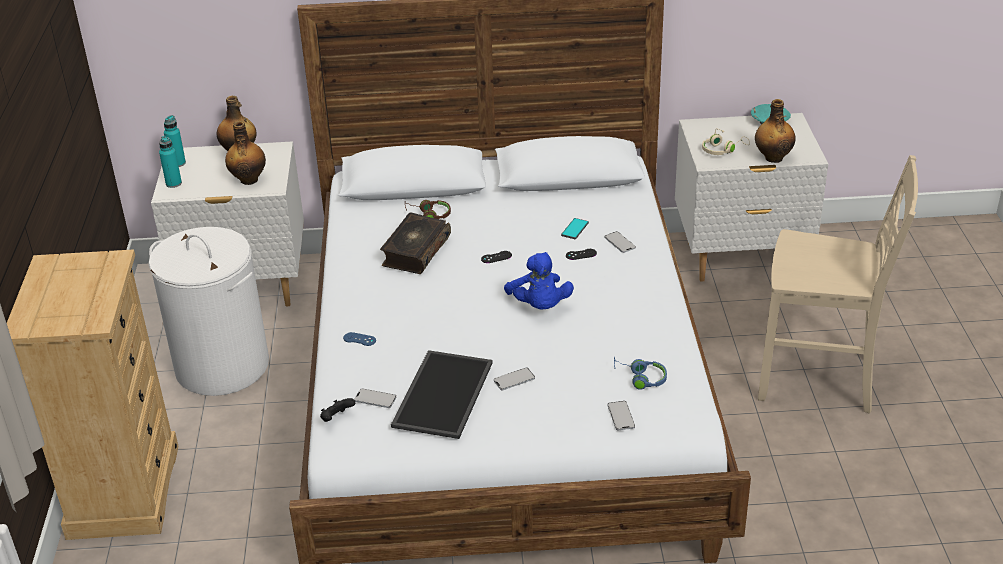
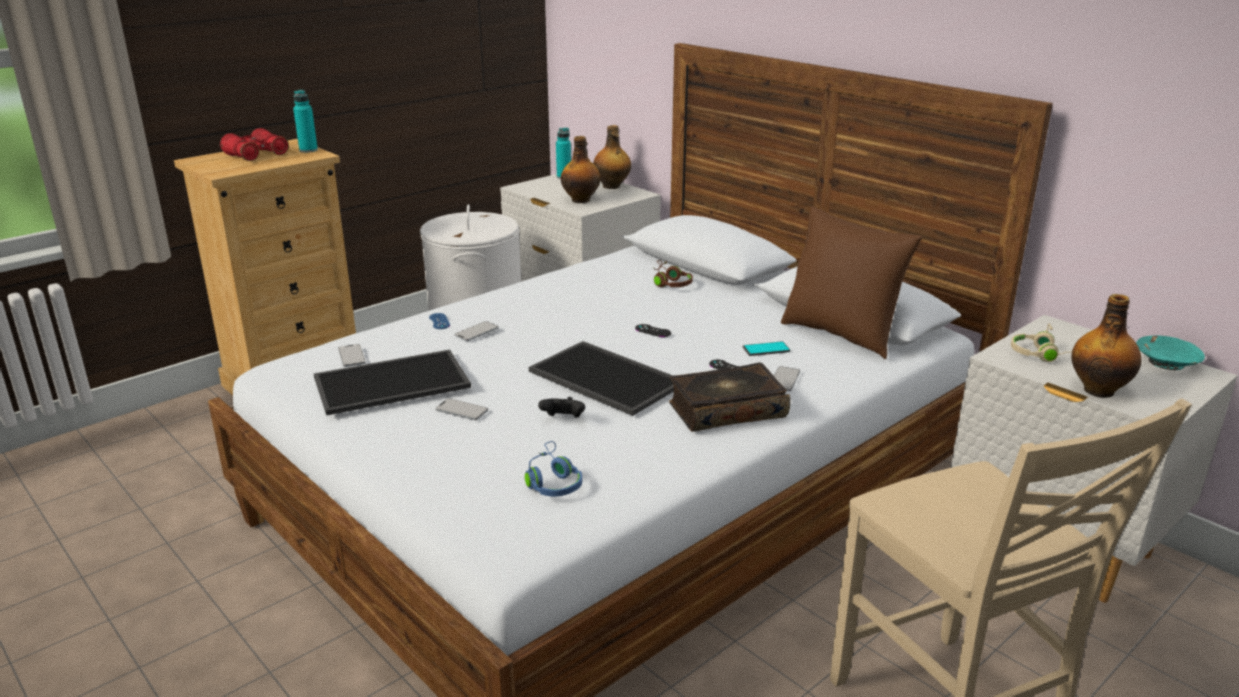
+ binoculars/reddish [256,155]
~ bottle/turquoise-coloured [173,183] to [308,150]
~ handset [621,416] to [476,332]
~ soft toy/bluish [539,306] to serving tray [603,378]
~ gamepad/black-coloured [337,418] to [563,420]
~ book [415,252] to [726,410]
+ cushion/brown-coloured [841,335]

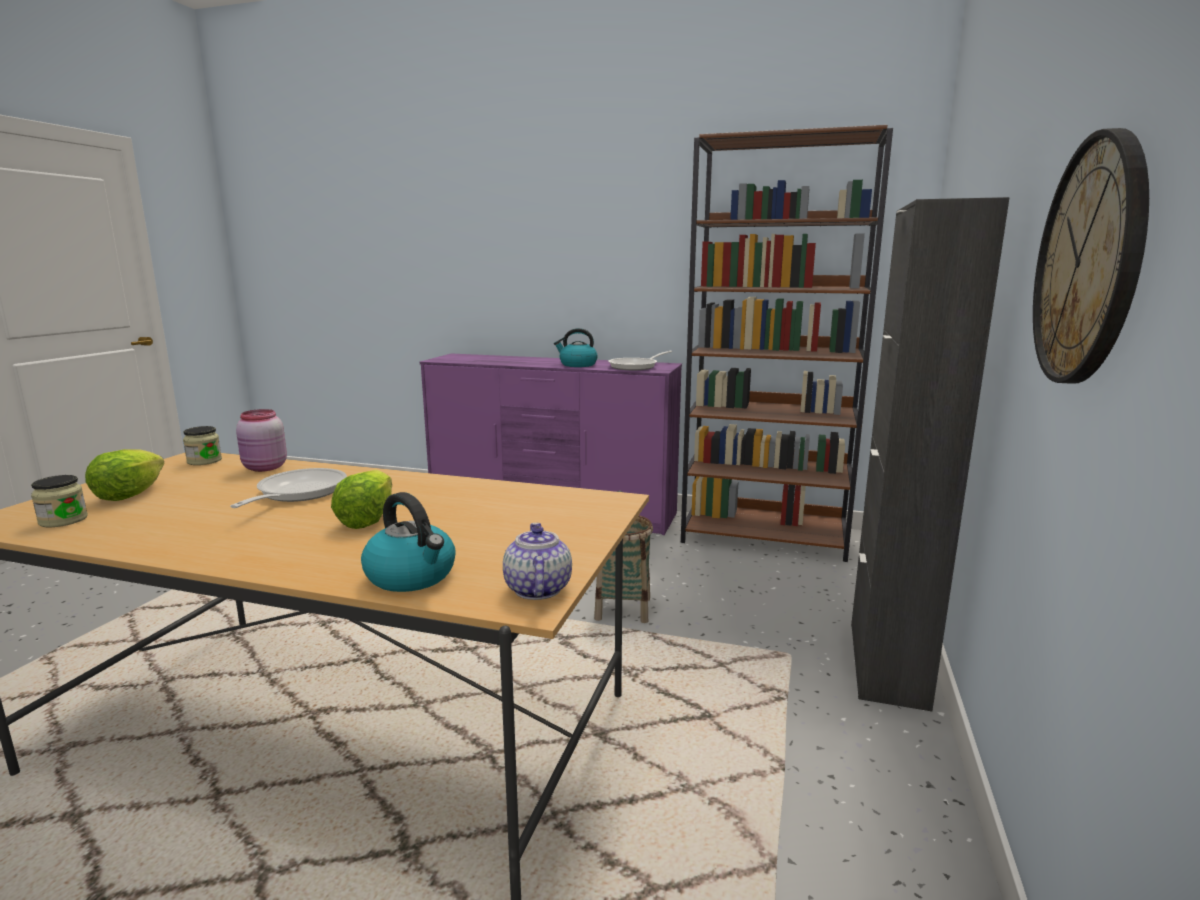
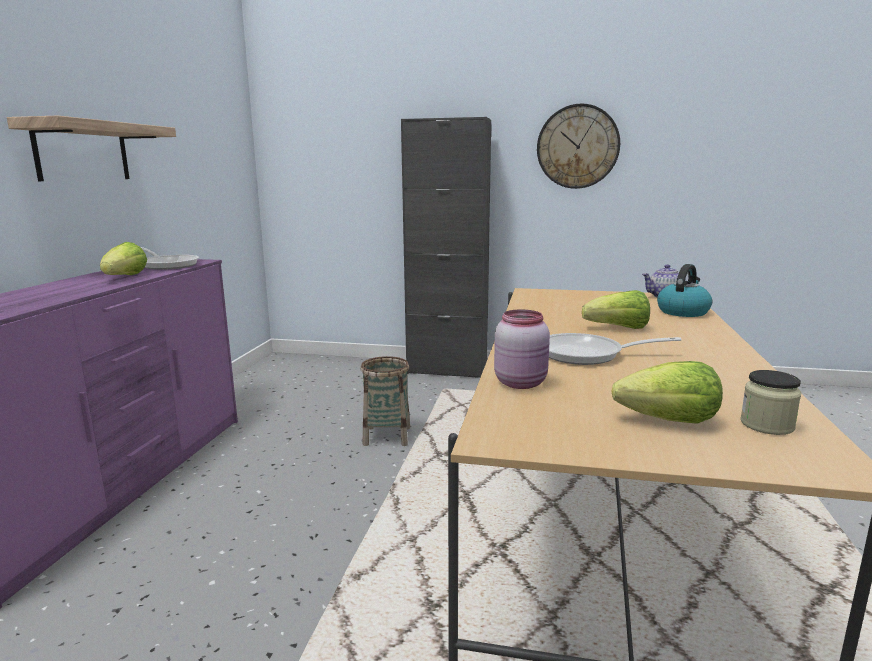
+ bracket shelf [82,152]
~ water kettle [577,365] to lettuce [125,277]
- preserve jar [204,461]
- shelving unit/brown-coloured [765,536]

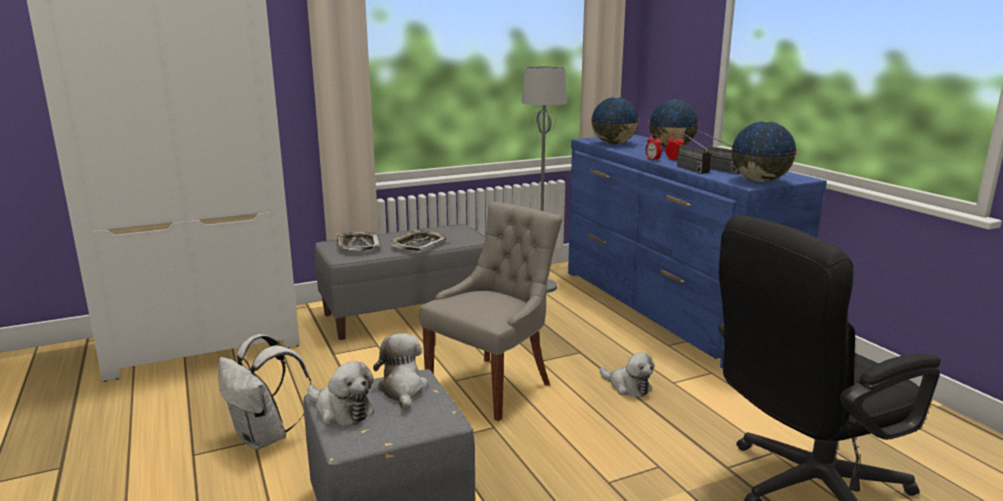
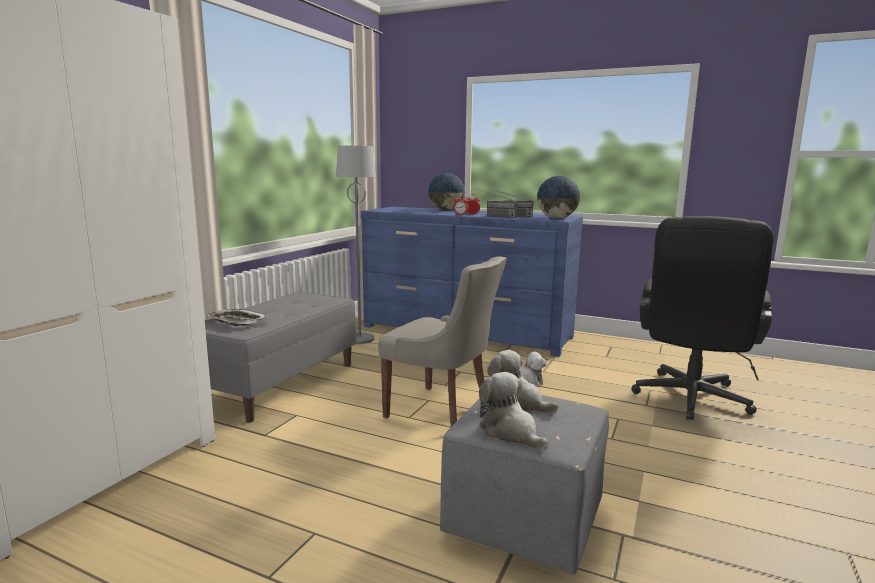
~ plain chair/greyish [492,385] = [441,411] 120 degrees clockwise
~ soft toy [341,411] = [510,432] 120 degrees counterclockwise
- knapsack/white-coloured [265,437]
- serving tray [418,244]
- desk globe [614,144]

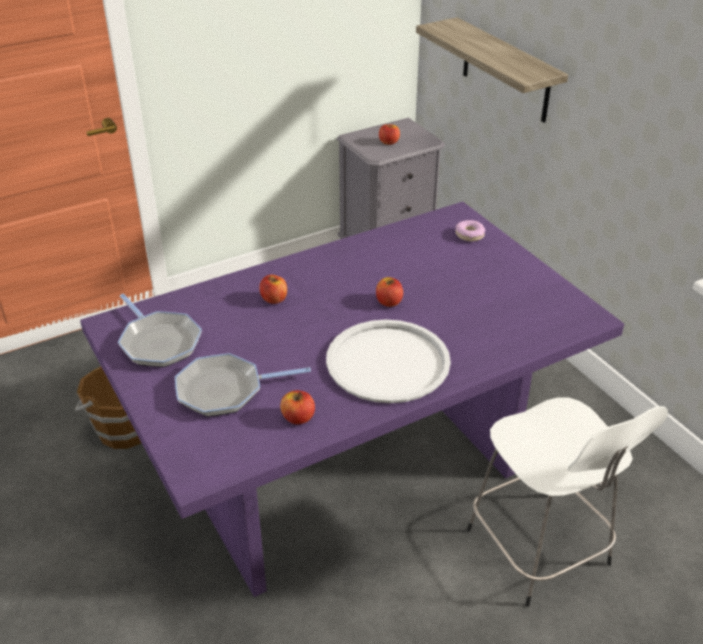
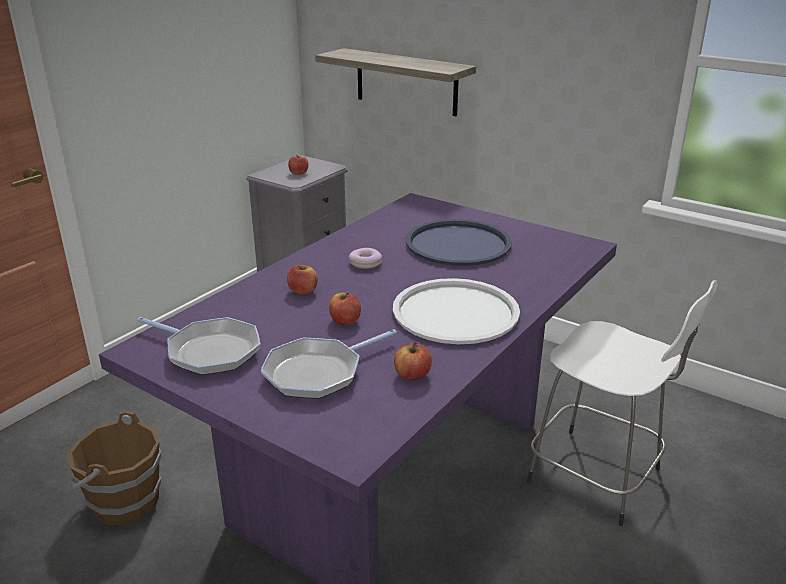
~ whole apple [389,302] to [345,321]
~ ring doughnut [469,235] to [365,263]
+ serving tray/bluish [458,244]

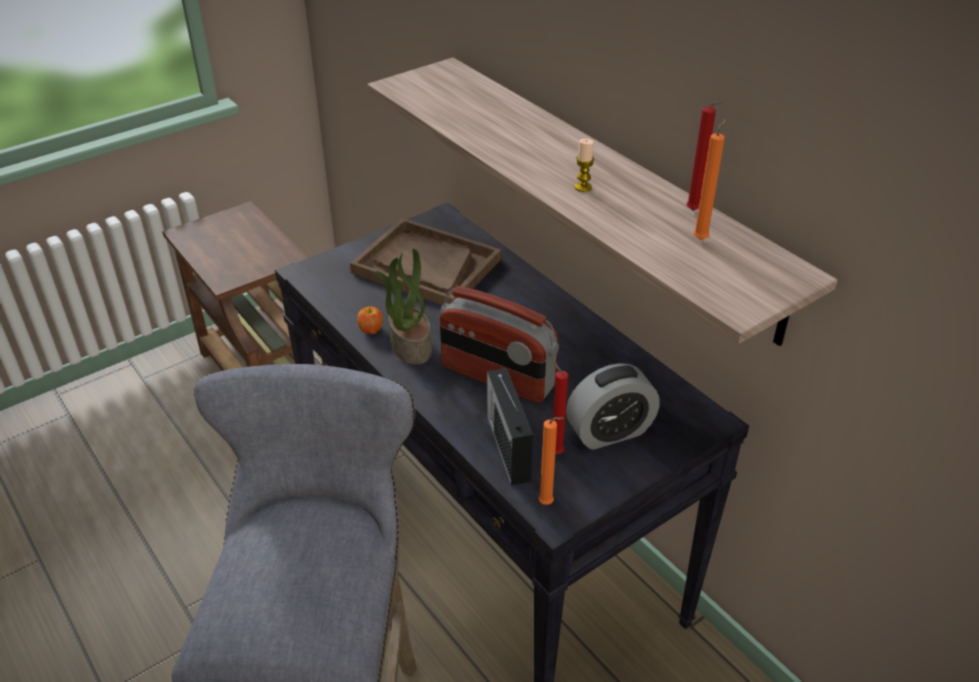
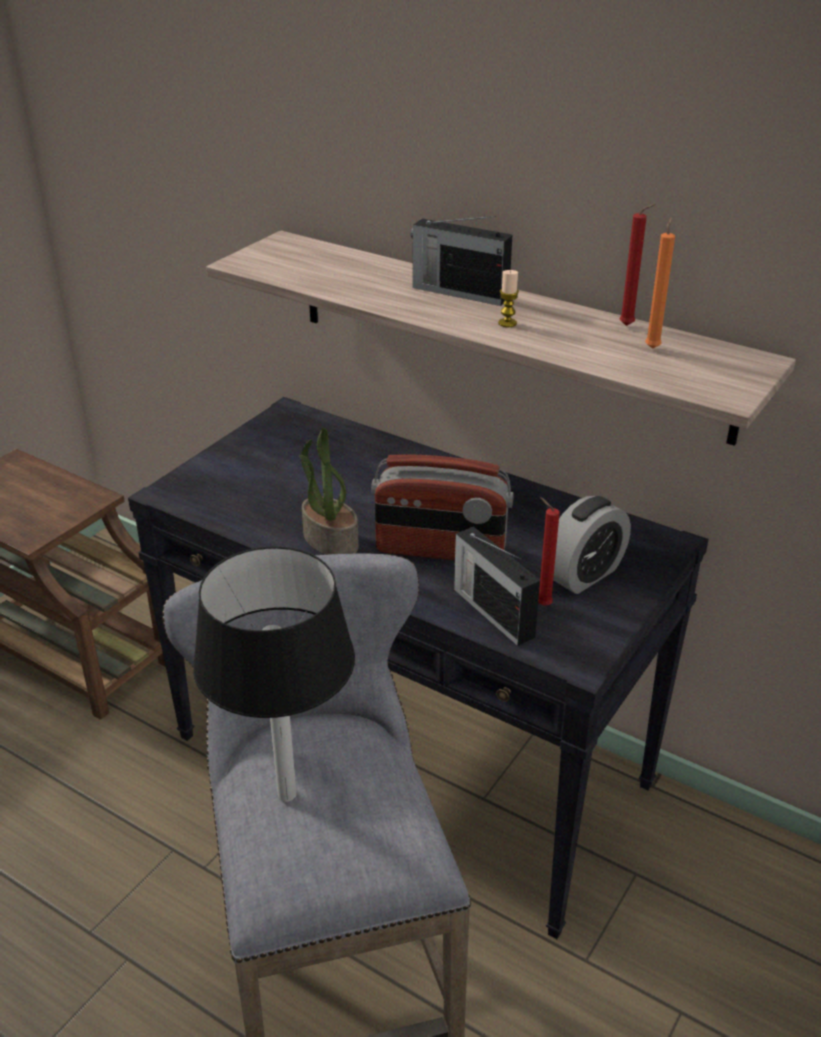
+ tabletop lamp/black-coloured [287,794]
+ radio set [458,292]
- serving tray/brown-coloured [426,266]
- whole apple [371,329]
- wax candle/orangey [548,504]

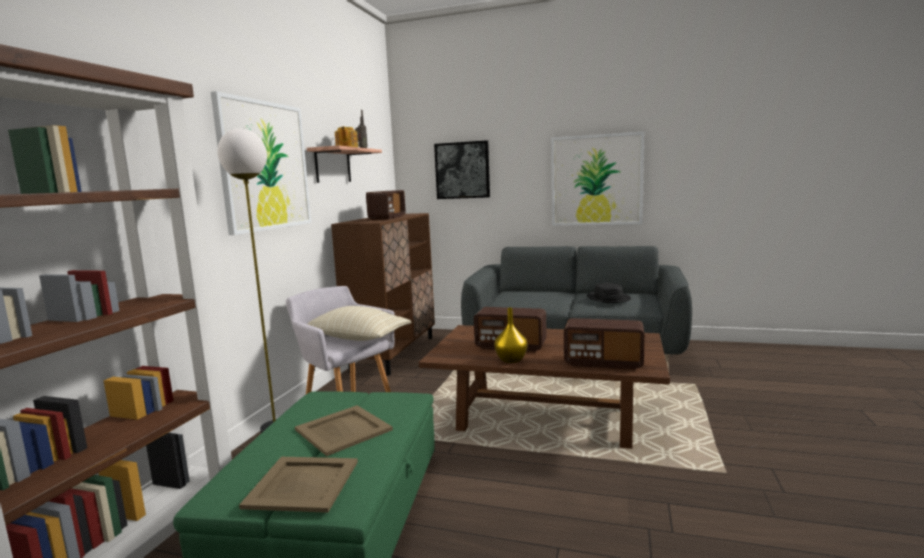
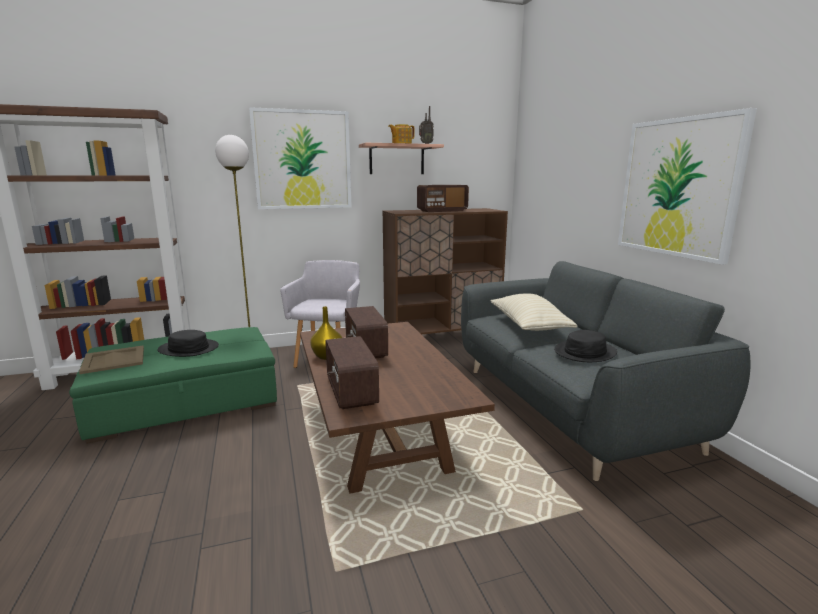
~ serving tray/beige-coloured [344,430] to wearable hat/black-coloured [188,349]
~ cushion/beige-coloured [356,338] to [529,326]
- picture [462,170]

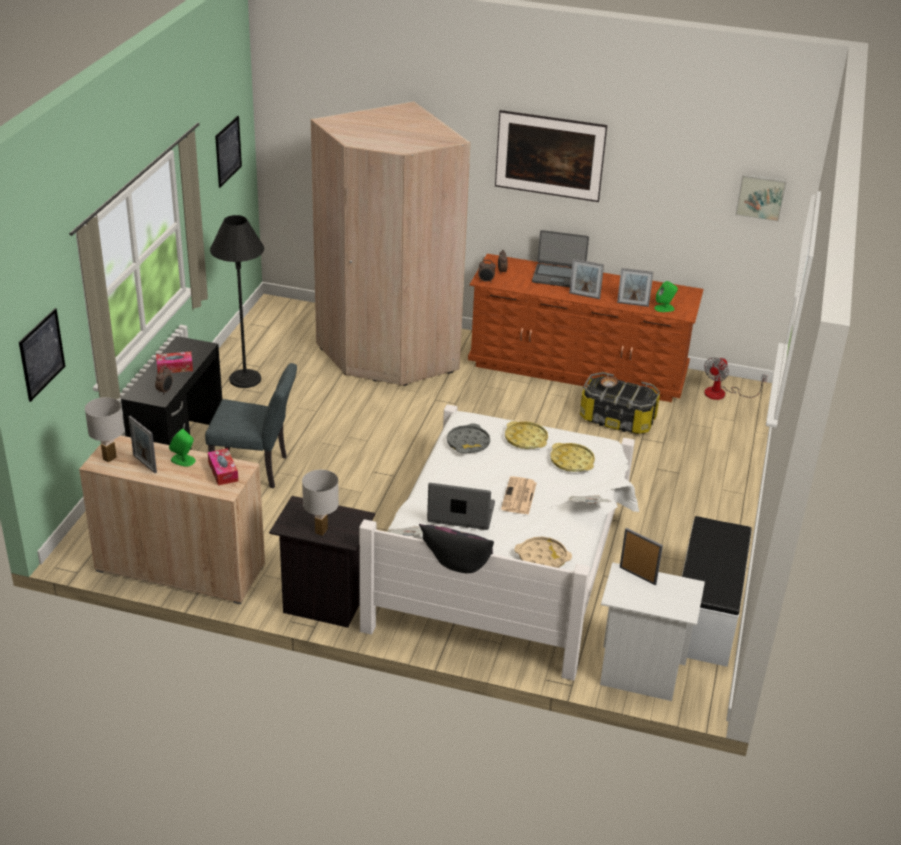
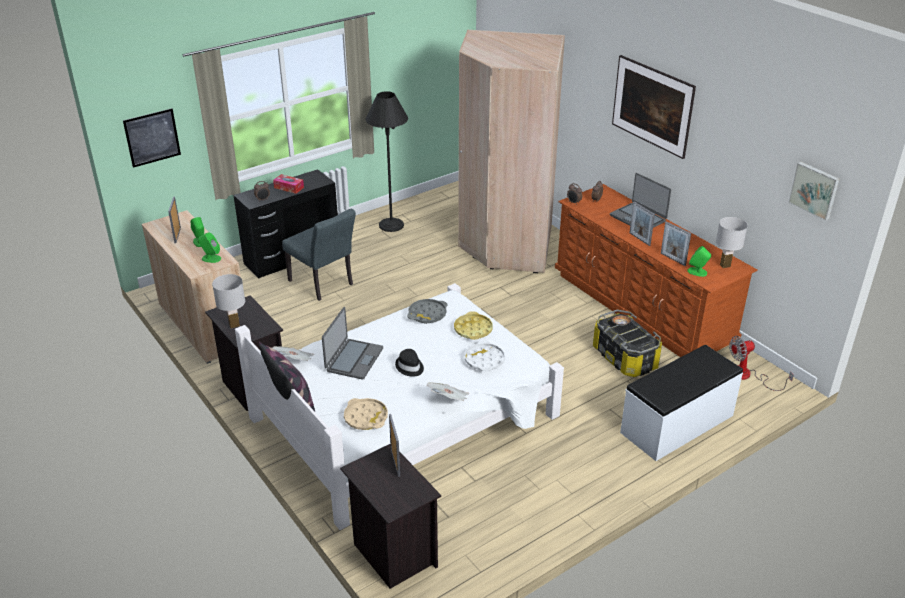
~ box of tissues [223,472] to audio speaker/green [211,258]
~ laptop [461,513] = [353,359] 60 degrees clockwise
~ night table/white-coloured [639,673] to night table/black-coloured [392,553]
~ daily paper [519,497] to wearable hat/black-coloured [409,367]
~ serving tray/yellowish [572,461] to serving tray/white-coloured [484,360]
~ indoor bench/white-coloured [706,616] to [677,424]
~ tabletop lamp/white-coloured [109,458] to [725,266]
- picture [228,151]

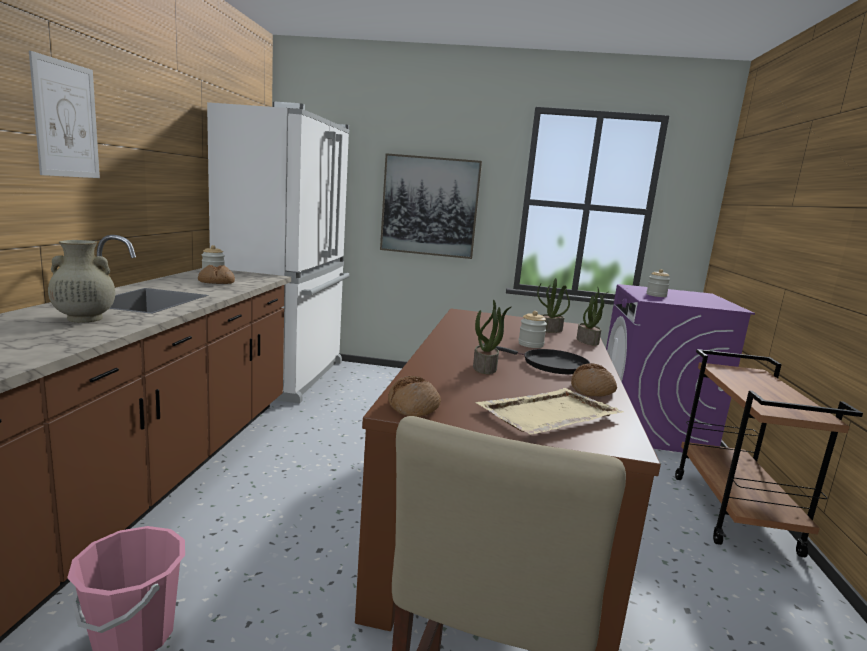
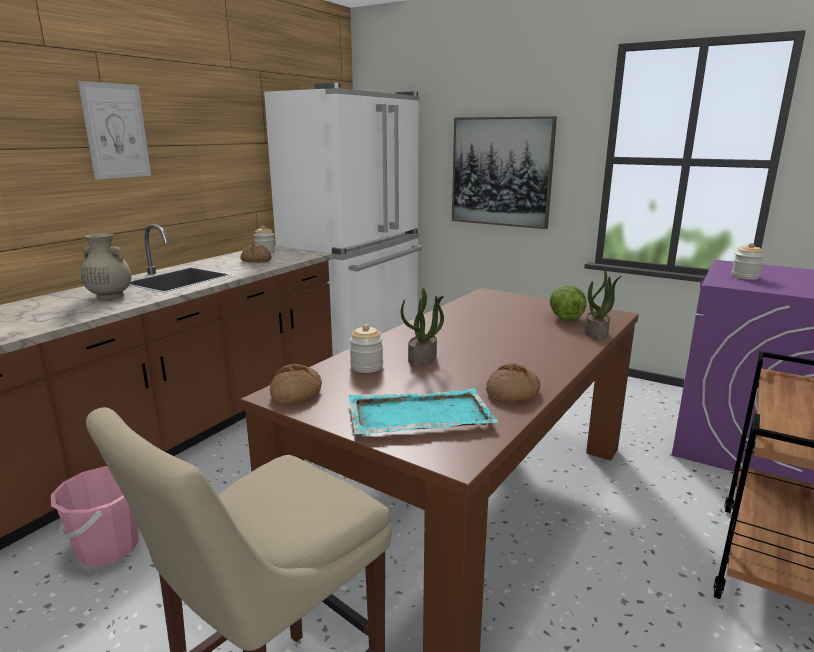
~ serving tray/beige-coloured [547,414] to serving tray/turquoise-coloured [418,415]
~ preserve jar [530,344] to [366,367]
~ houseplant [549,330] to lettuce [565,317]
- pan/black-coloured [550,365]

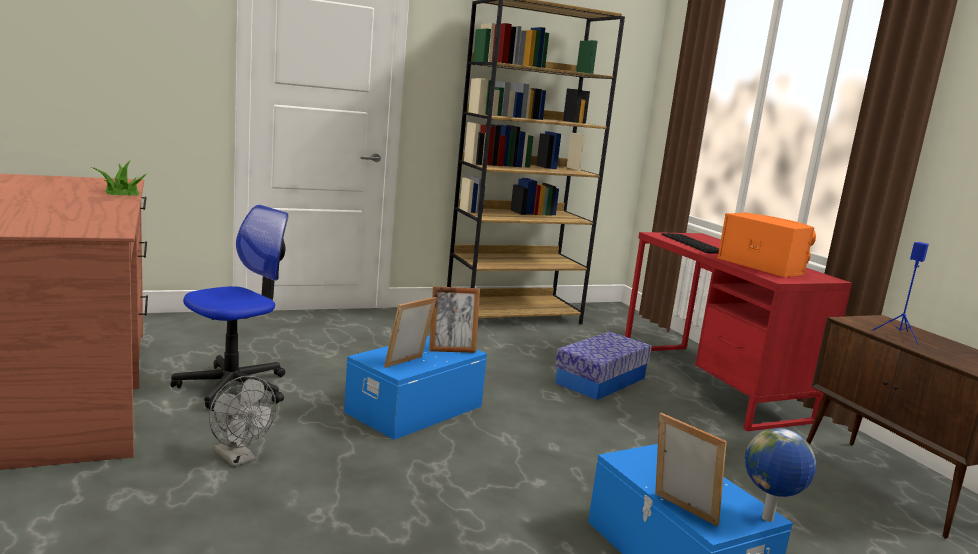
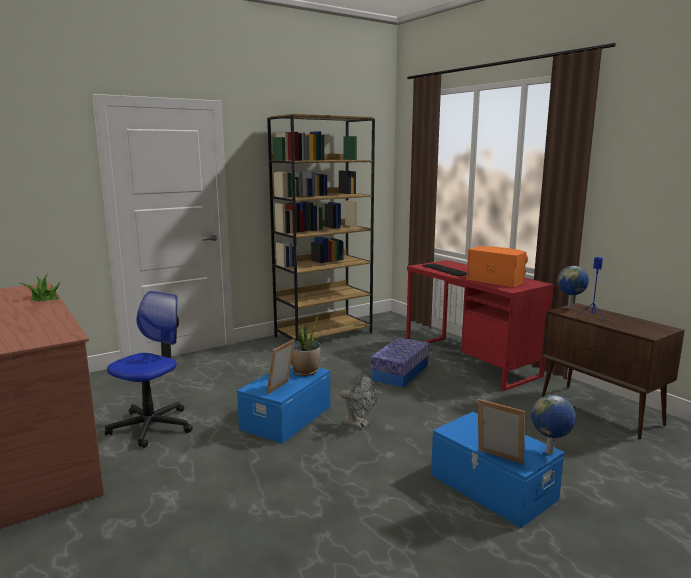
~ standing frame [451,349] to houseplant [305,371]
~ electric fan/greyish [239,459] to [359,425]
+ desk globe [570,308]

